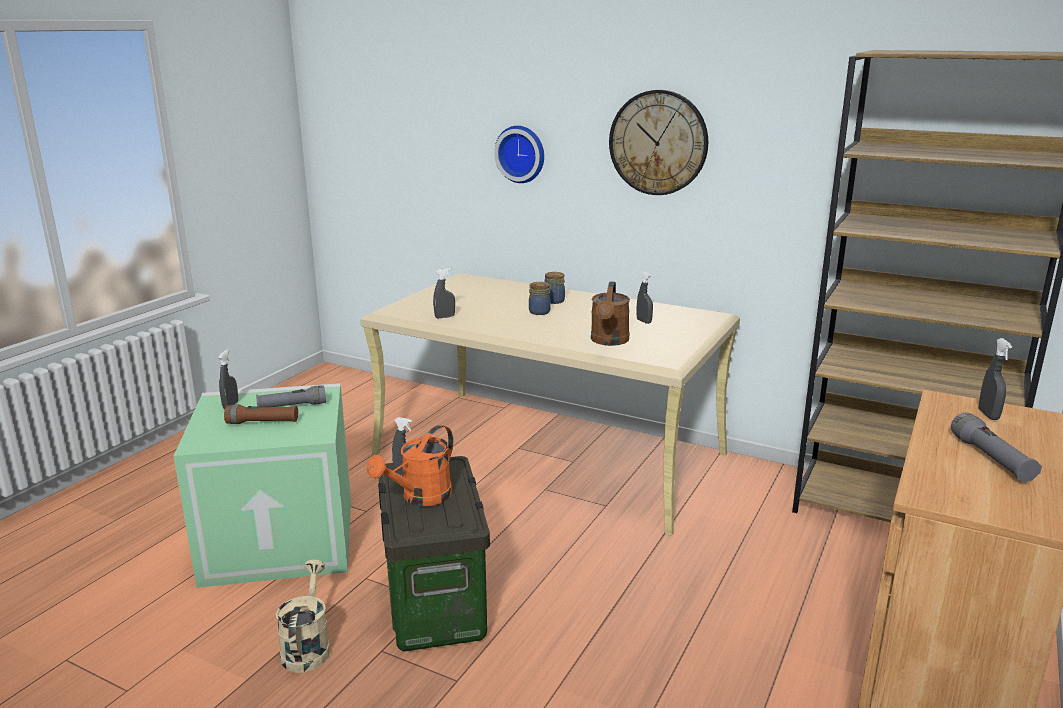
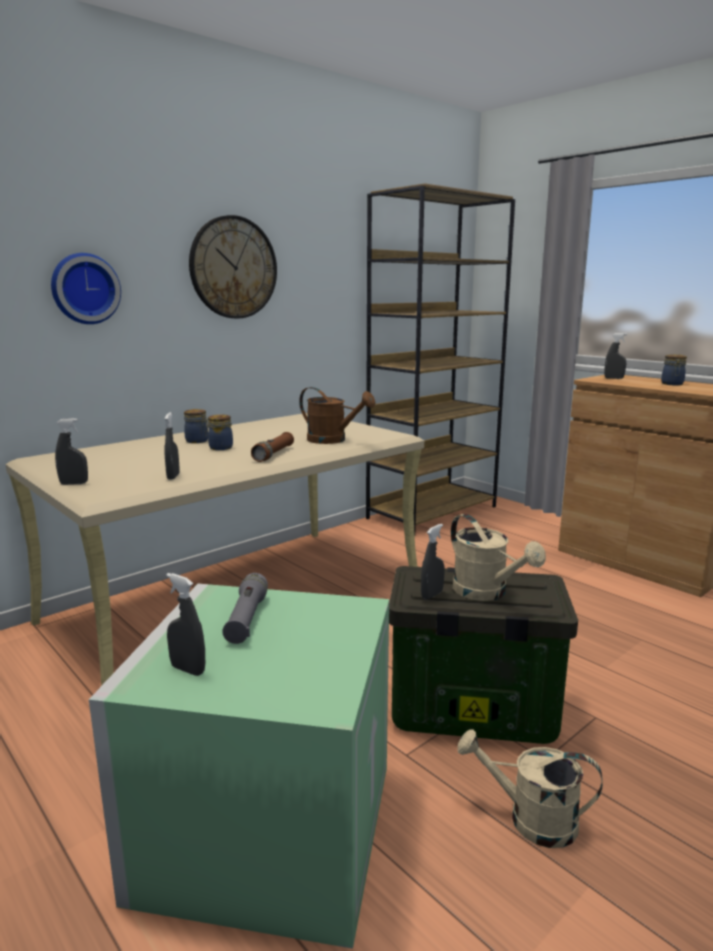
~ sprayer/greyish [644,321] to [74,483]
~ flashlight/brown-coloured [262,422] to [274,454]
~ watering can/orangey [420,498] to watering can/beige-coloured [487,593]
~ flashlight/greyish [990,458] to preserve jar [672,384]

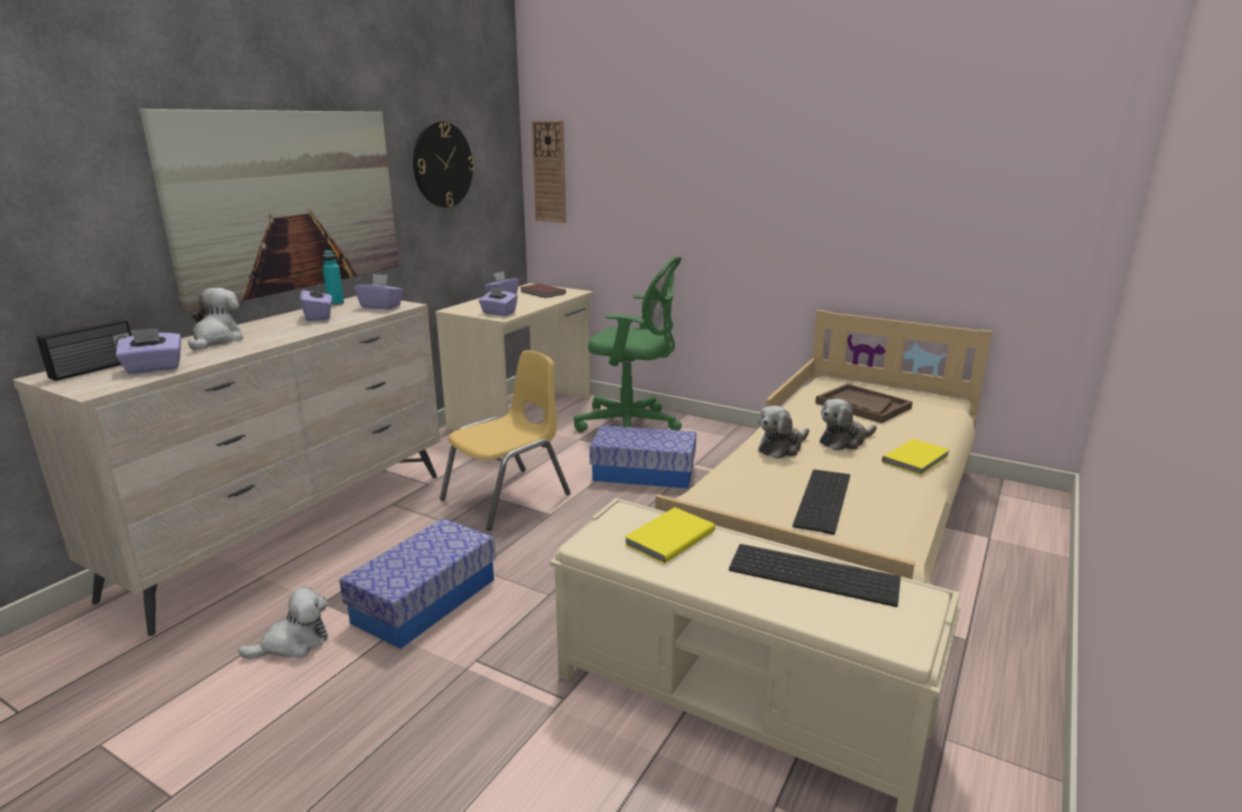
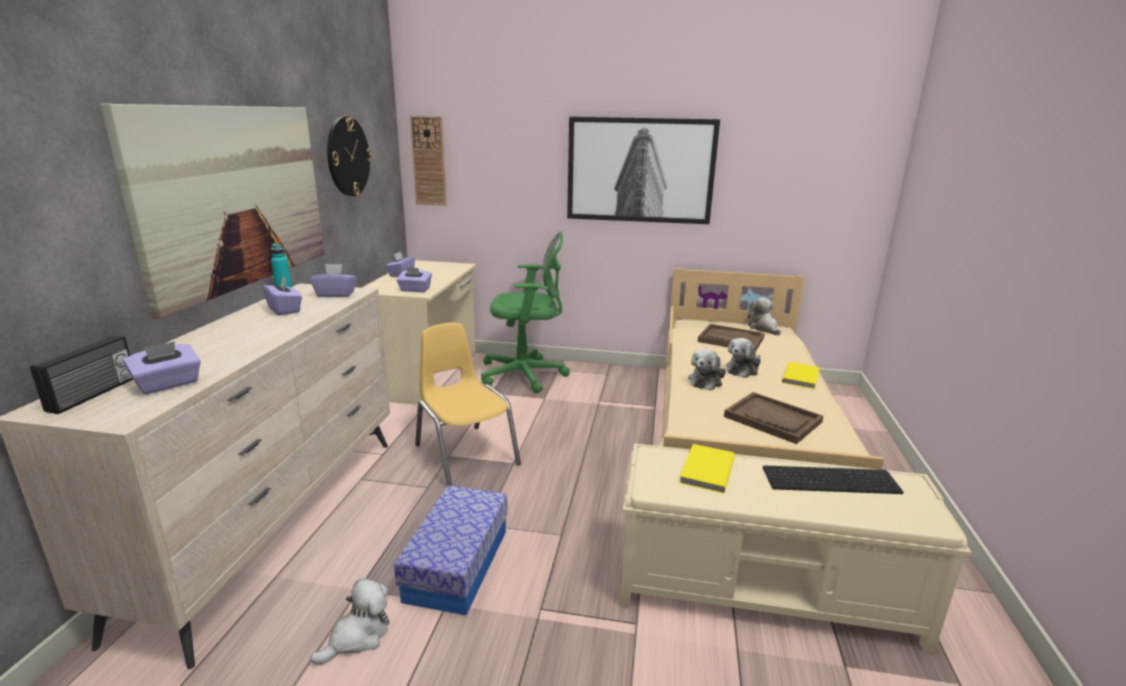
~ plain chair/yellowish [507,497] = [465,454] 60 degrees counterclockwise
+ picture [640,170]
~ keyboard [825,501] to serving tray/brown-coloured [773,419]
~ soft toy [217,340] to [763,328]
- book/brown-coloured [542,293]
- storage box [643,473]

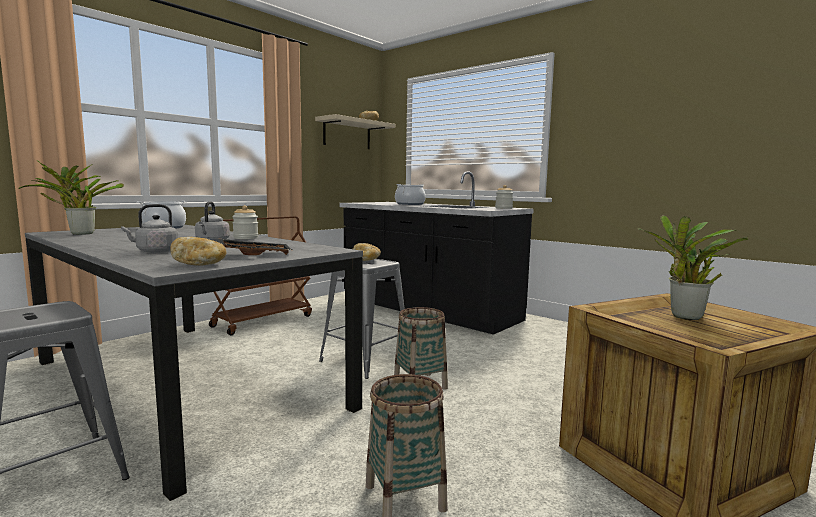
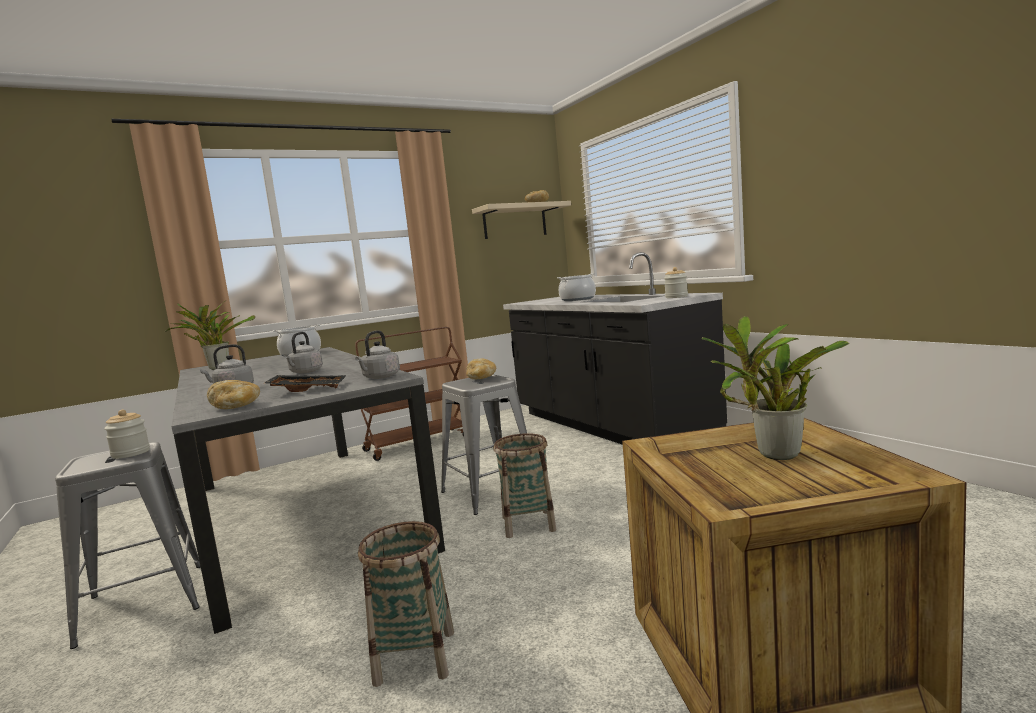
~ preserve jar [245,238] to [131,453]
+ water kettle/greyish [380,377]

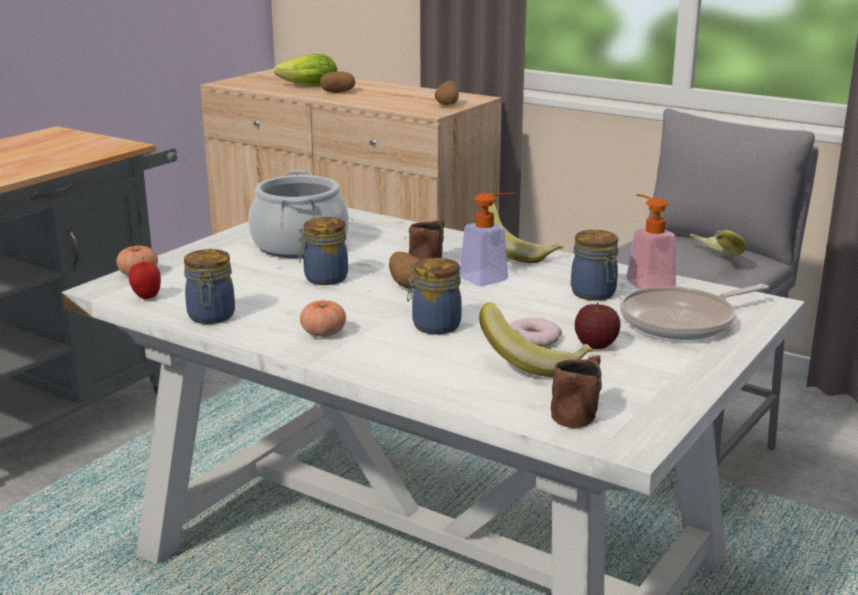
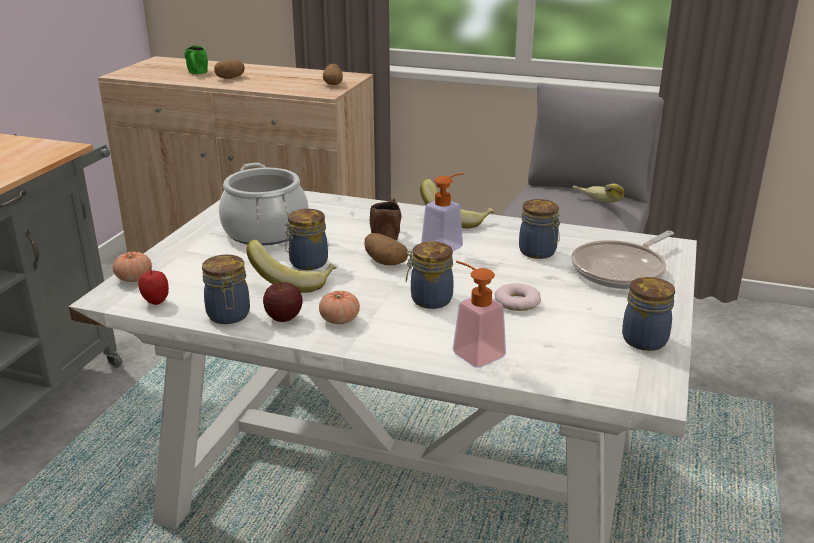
~ lettuce [305,86] to coffee mug/green [197,73]
~ banana [534,363] to [293,282]
~ whole apple [596,345] to [284,318]
~ soap dispenser [645,282] to [472,351]
+ preserve jar [646,339]
- coffee mug/brown-coloured [579,411]

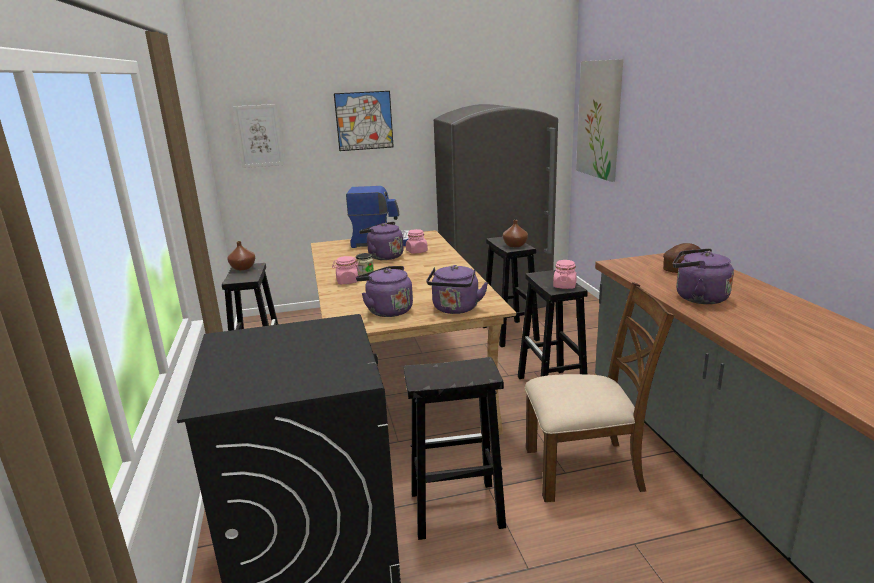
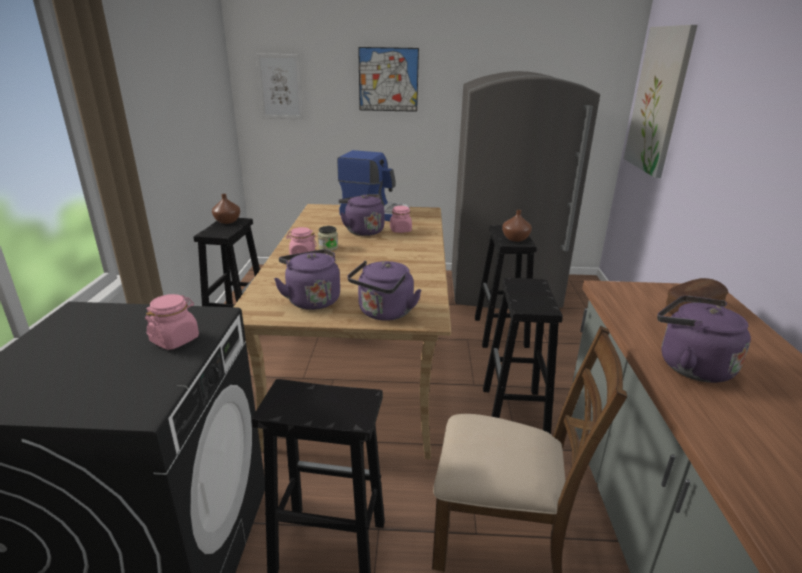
~ preserve jar/pink-coloured [564,286] to [175,339]

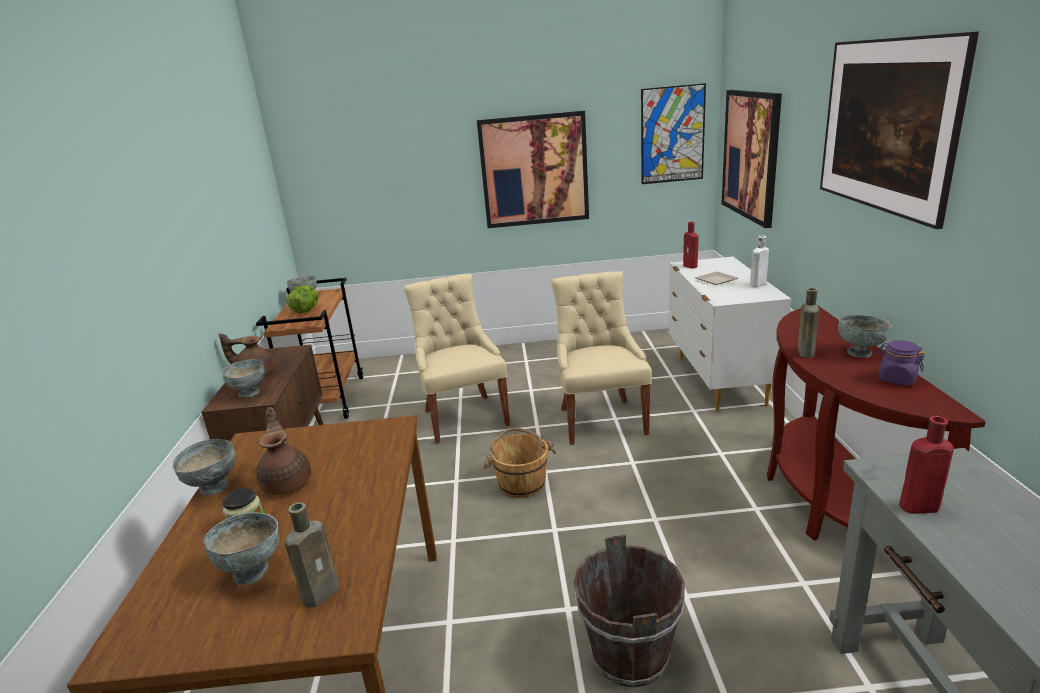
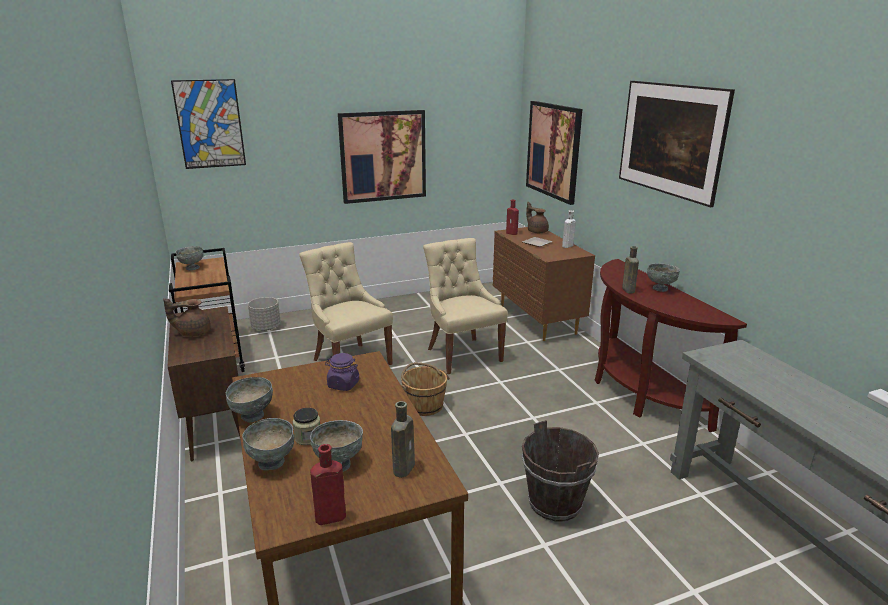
~ picture [672,135] to [210,124]
~ bowl/greyish [250,393] to [272,463]
+ planter/greyish [266,327]
~ bottle/reddish [916,507] to [328,518]
~ preserve jar/purple [896,379] to [343,384]
~ drawer chest/white-coloured [719,381] to drawer chest/brown-coloured [536,319]
~ pot for tea/brown-coloured [287,482] to [537,231]
- lettuce [306,310]

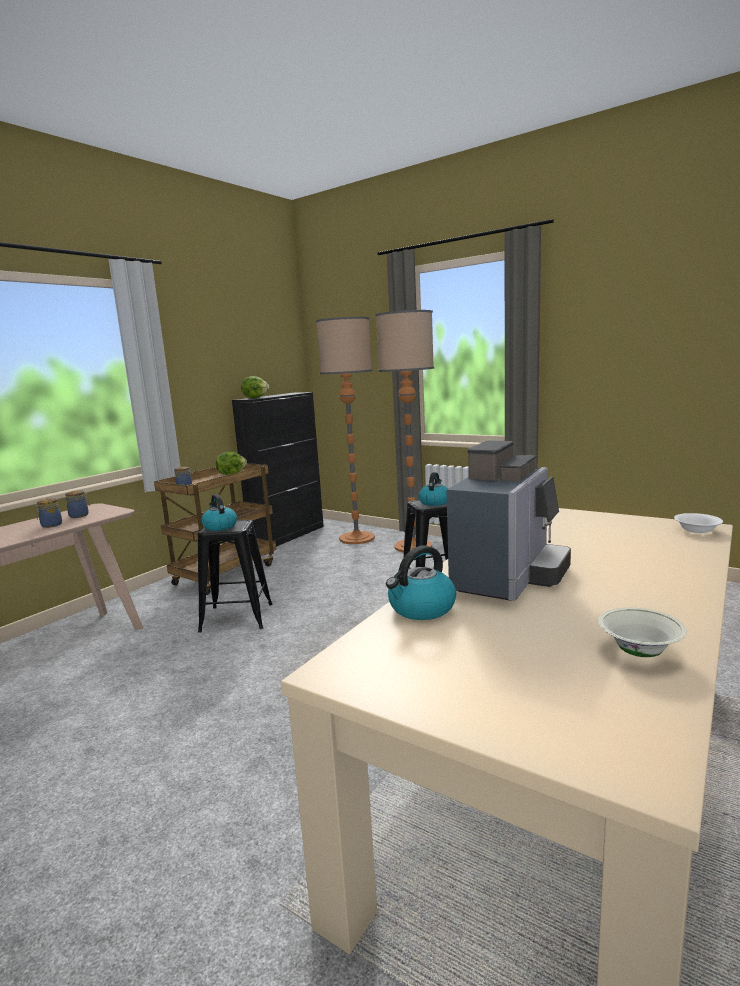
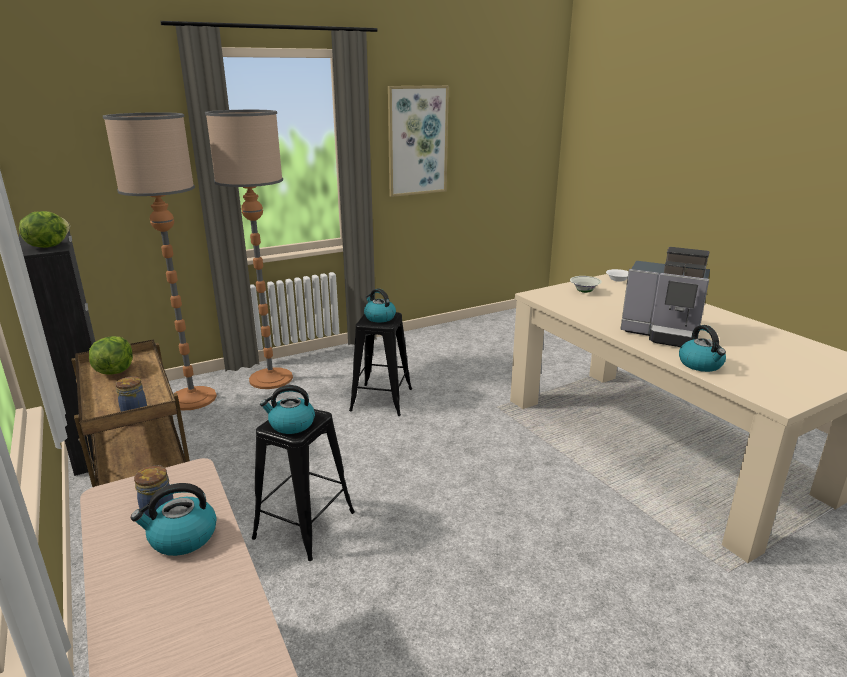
~ preserve jar [50,525] to water kettle [182,538]
+ picture [417,141]
~ bowl/white-coloured [639,652] to [584,292]
~ coffee maker [509,577] = [662,333] 150 degrees clockwise

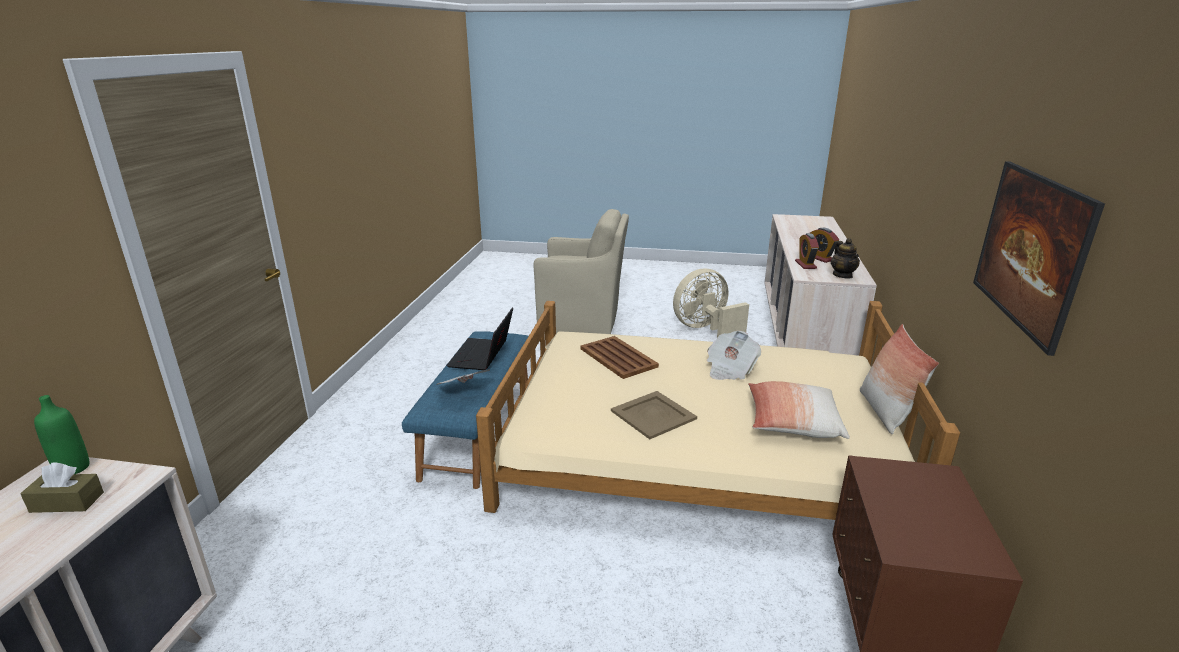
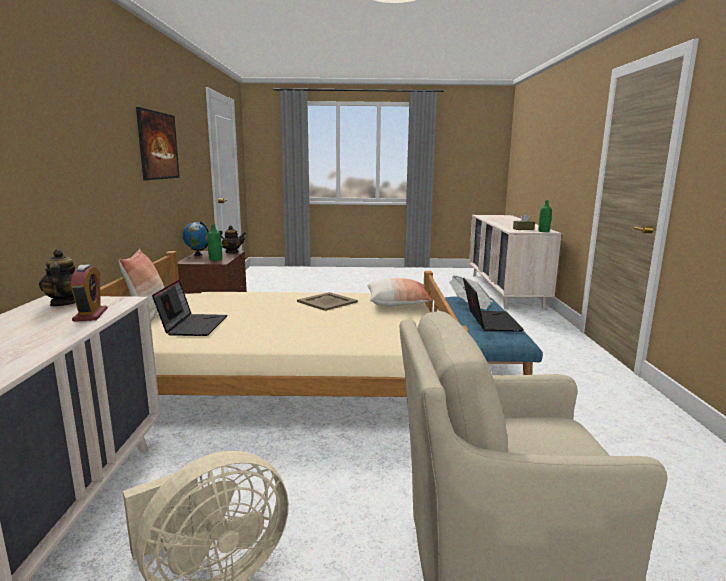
+ laptop [193,325]
+ desk globe [198,255]
+ bottle/green [215,259]
+ pot for tea [231,252]
~ cushion [792,423] to [398,303]
- serving tray/brown-coloured [618,358]
- daily paper [730,369]
- alarm clock [820,258]

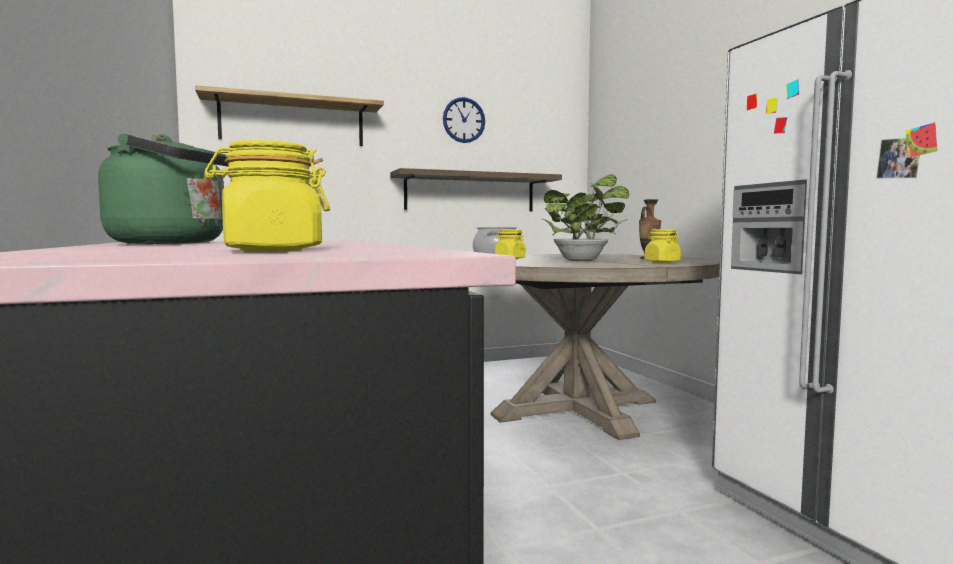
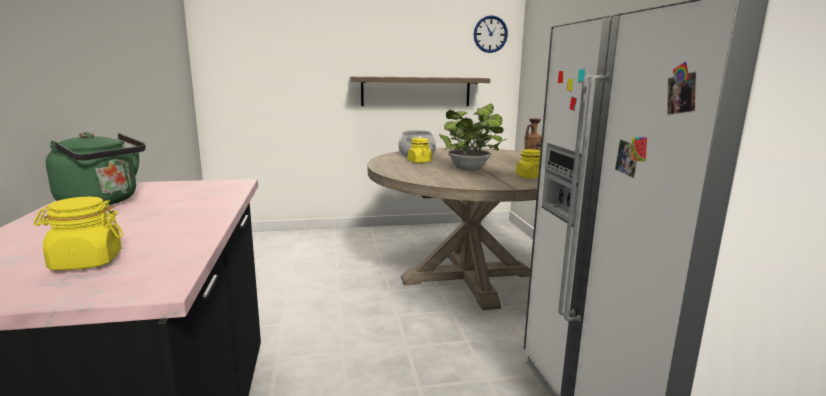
~ wall clock [463,120] to [490,34]
- bracket shelf [292,122]

